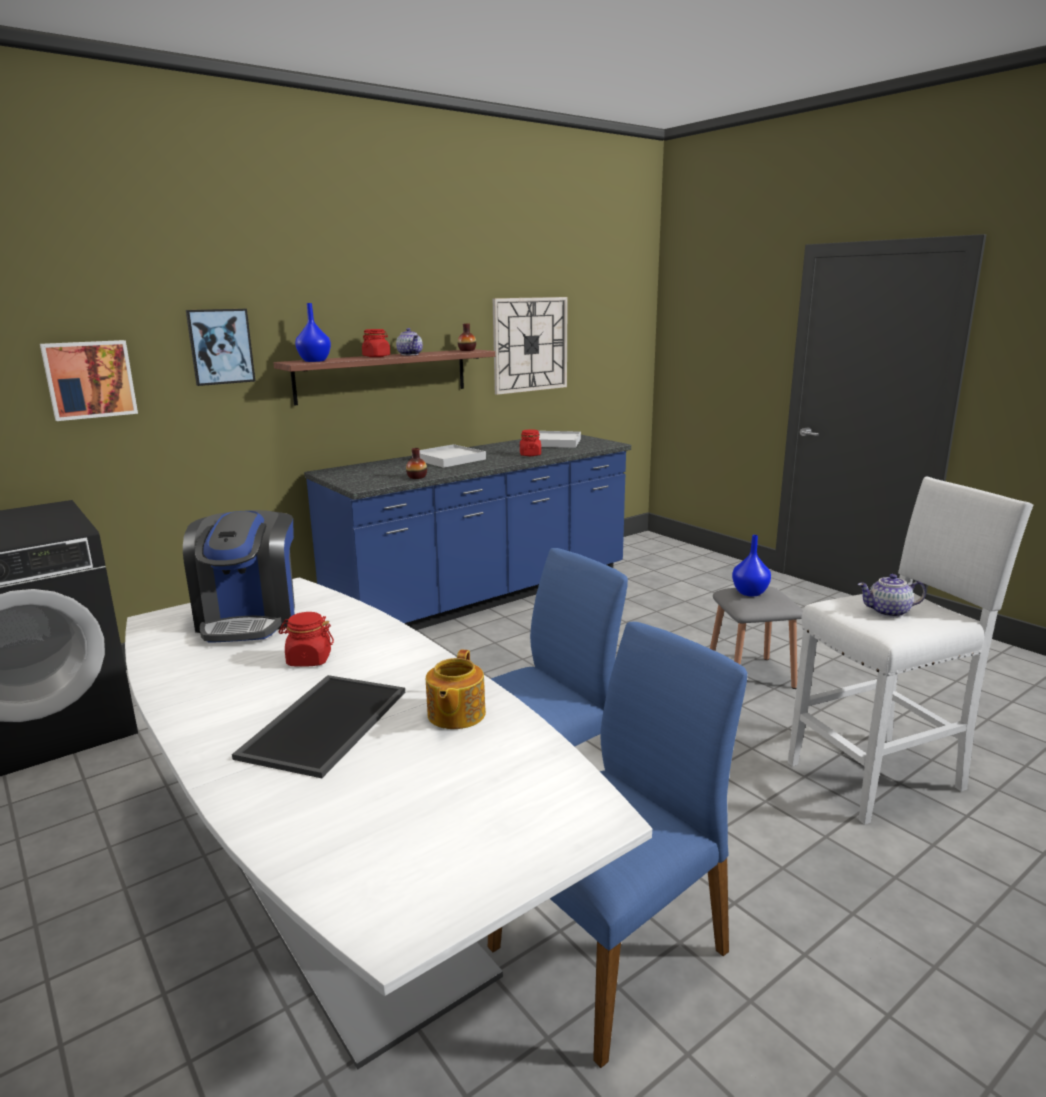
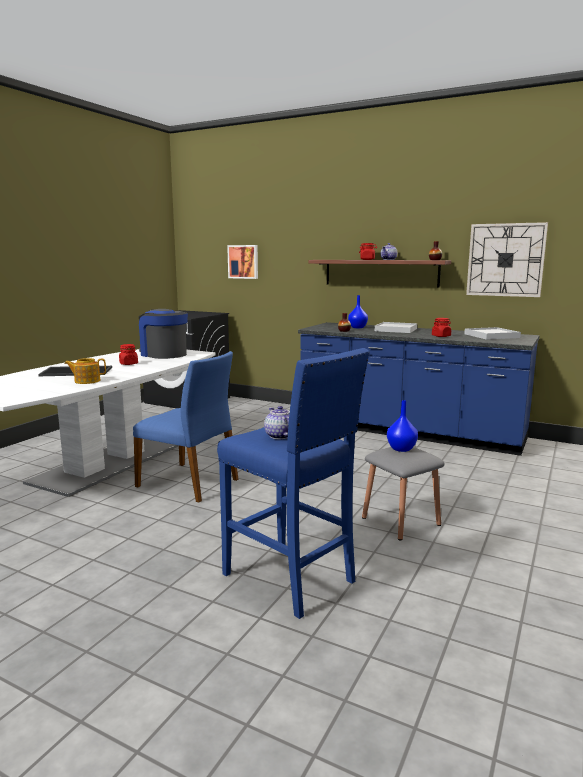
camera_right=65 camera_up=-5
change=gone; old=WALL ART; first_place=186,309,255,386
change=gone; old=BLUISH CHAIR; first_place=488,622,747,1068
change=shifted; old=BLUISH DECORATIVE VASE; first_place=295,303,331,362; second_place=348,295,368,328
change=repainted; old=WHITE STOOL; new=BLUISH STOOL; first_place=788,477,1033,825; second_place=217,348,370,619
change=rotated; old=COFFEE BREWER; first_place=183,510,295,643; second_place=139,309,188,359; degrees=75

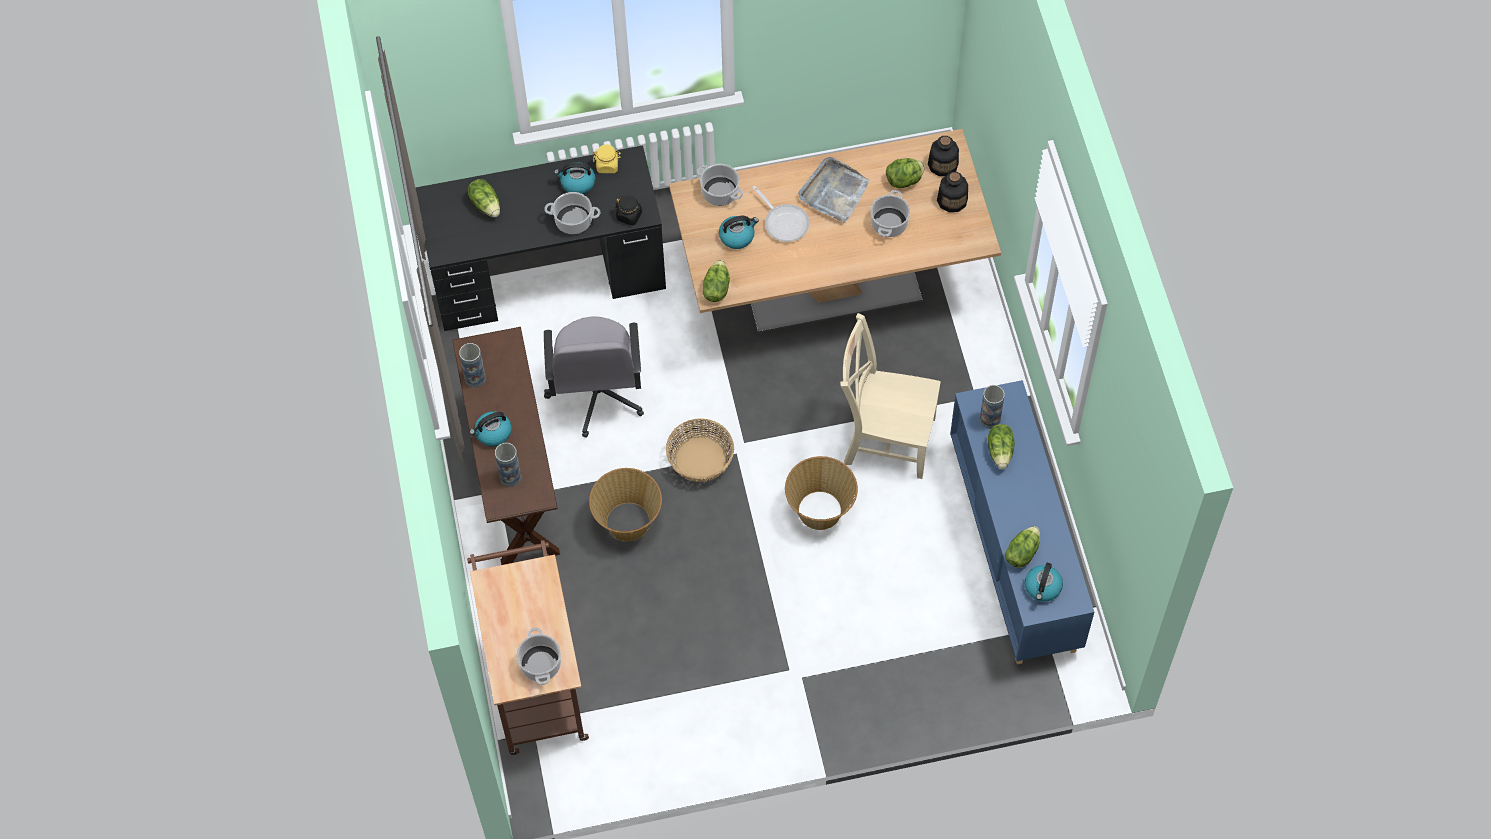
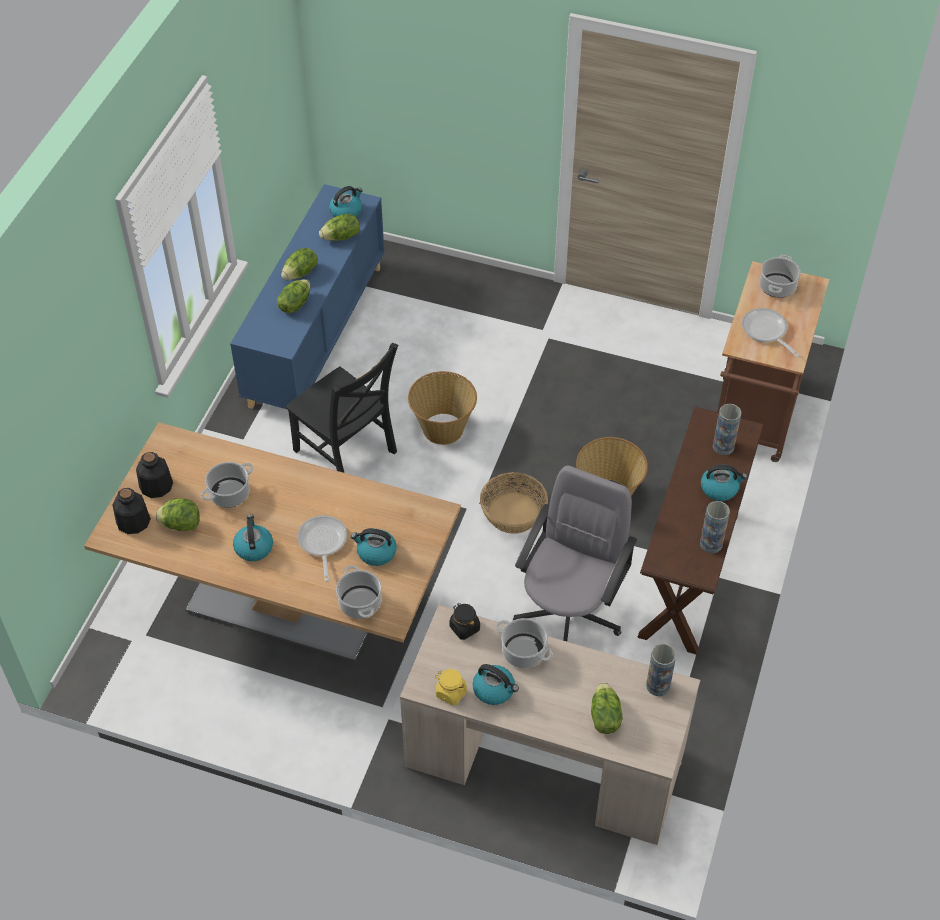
camera_right=-150 camera_up=-10
change=new; new=SKILLET; second_place=742,308,800,357
change=shifted; old=HEAD OF LETTUCE; first_place=703,260,730,302; second_place=281,248,318,280
change=shifted; old=DECORATIVE VASE; first_place=980,385,1005,429; second_place=646,644,676,696
change=swapped; old=GREYISH TRAY; new=KETTLE; first_place=798,157,870,223; second_place=233,515,273,561
change=repainted; old=BLACK-COLOURED DESK UNIT; new=BEIGE-COLOURED DESK UNIT; first_place=416,145,666,331; second_place=400,605,700,845
change=repainted; old=BEIGE-COLOURED CHAIR; new=BLACK-COLOURED CHAIR; first_place=840,313,941,479; second_place=286,342,398,473

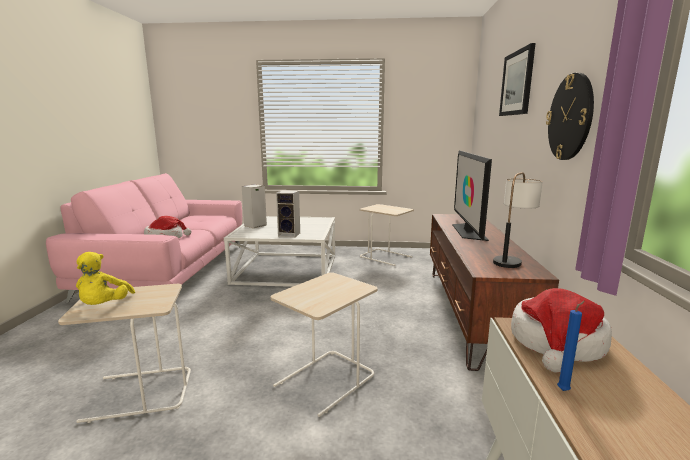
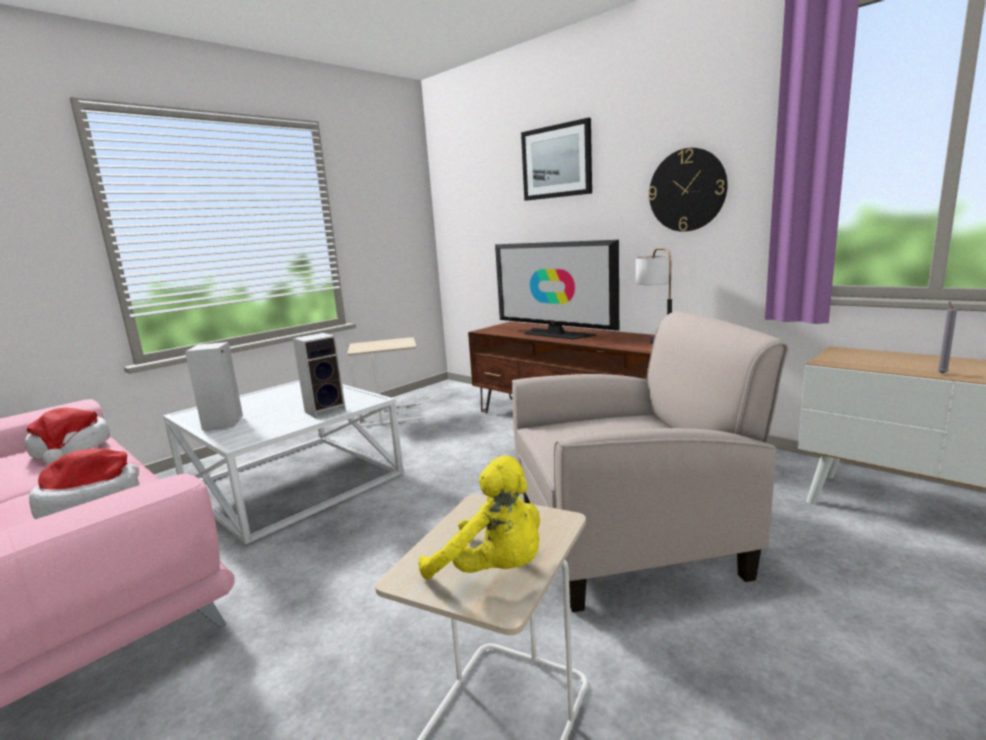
camera_right=-50 camera_up=0
change=shifted; old=CLOTHING HAT; first_place=511,288,612,373; second_place=25,408,110,465
change=swapped; old=BEIGE-COLOURED END TABLE; new=BEIGE-COLOURED ARMCHAIR; first_place=271,273,378,417; second_place=512,311,788,612
change=repainted; old=BLUISH WAX LIGHT; new=GREYISH WAX LIGHT; first_place=557,301,585,391; second_place=937,301,957,374

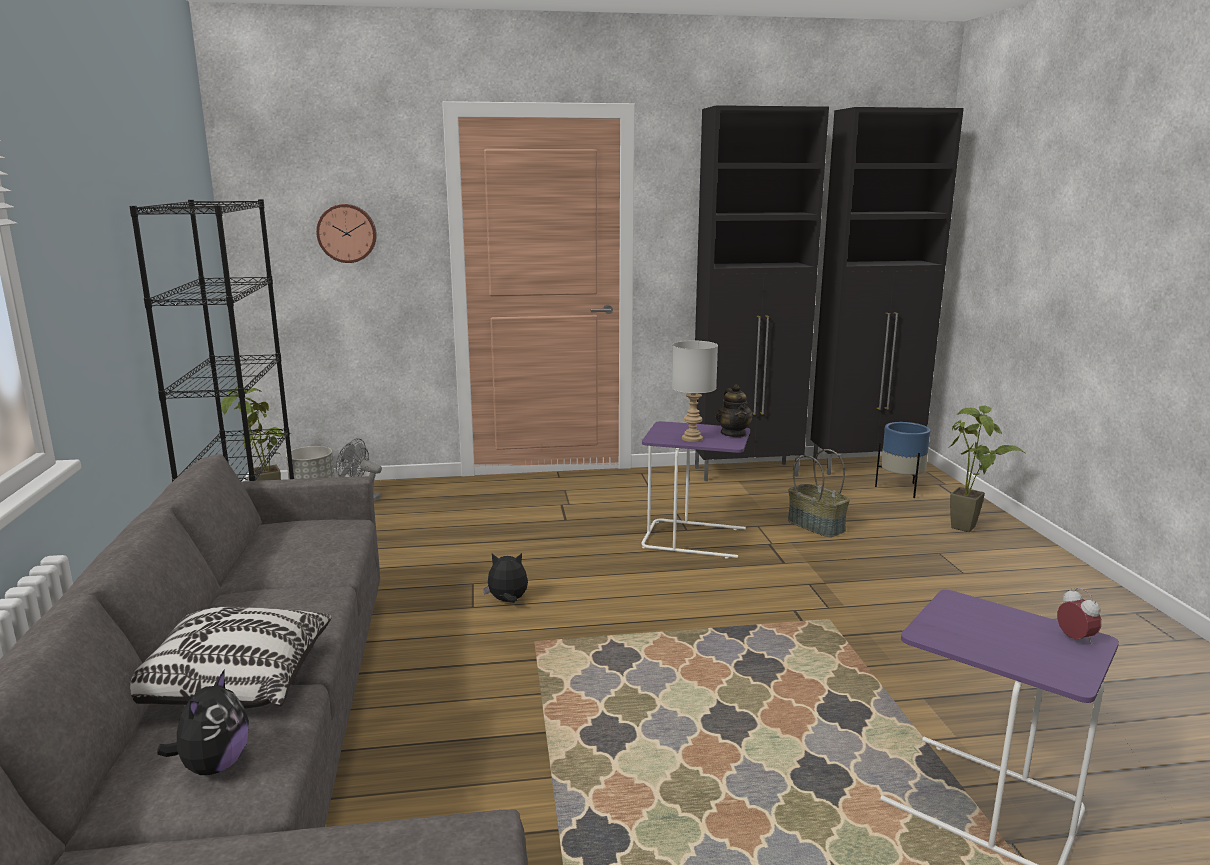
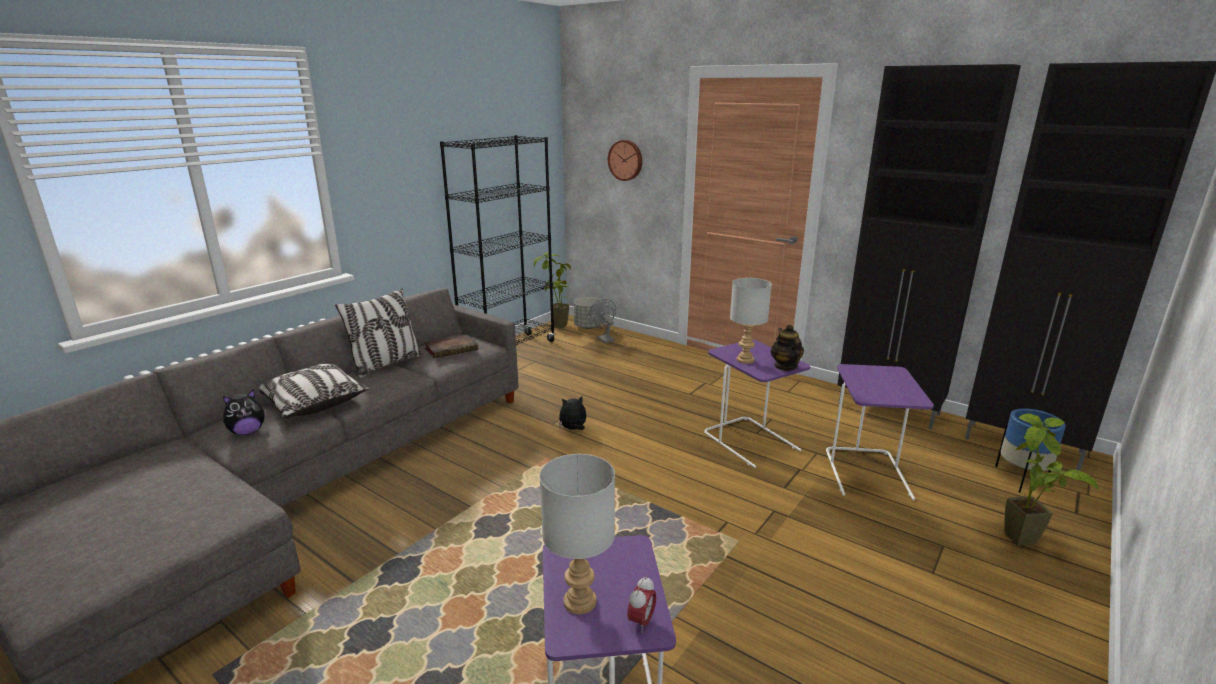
camera_right=45 camera_up=5
change=new; new=PILLOW; second_place=335,288,423,379
change=new; new=BOUND BOOK; second_place=424,335,478,358
change=new; new=GREYISH LAMP FOR A TABLE; second_place=540,454,615,614
change=swapped; old=STORAGE BASKET; new=PURPLE END TABLE; first_place=788,449,850,537; second_place=826,364,934,500
change=rotated; old=PLUSH TOY; first_place=483,553,528,603; second_place=559,396,586,430; degrees=-60
change=rotated; old=TEAPOT; first_place=716,384,753,437; second_place=771,324,804,371; degrees=135

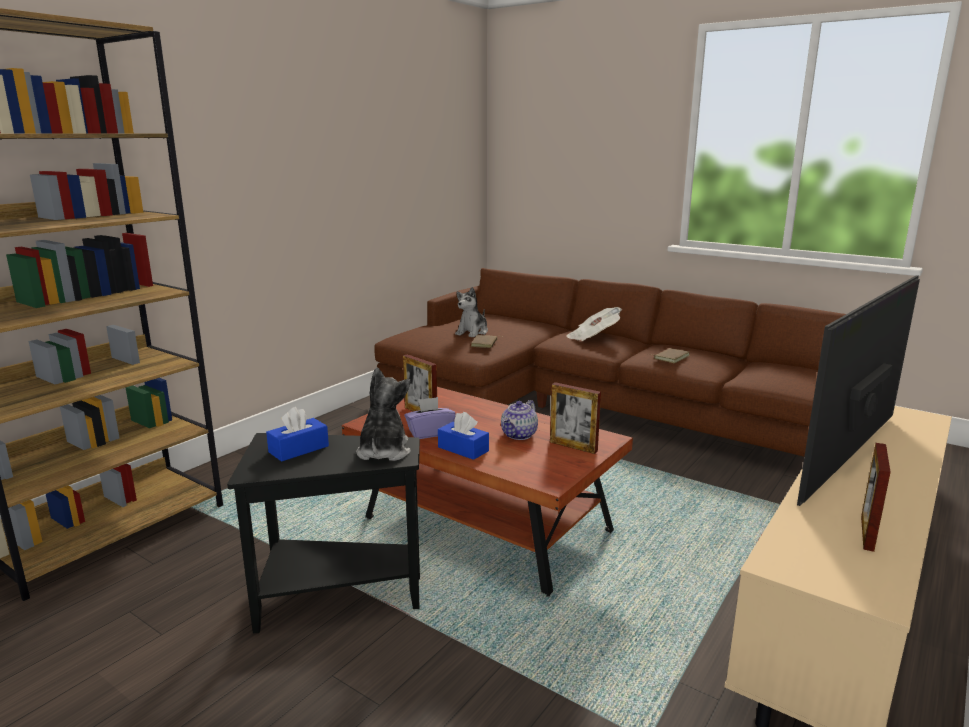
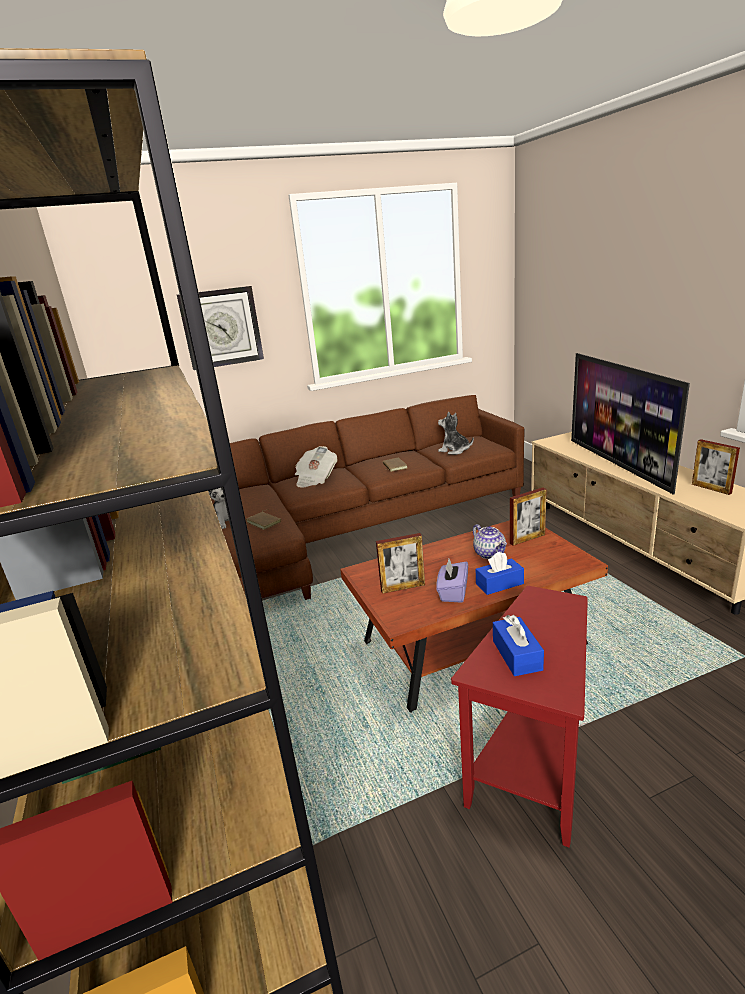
camera_right=-55 camera_up=5
change=new; new=HANGING CLOCK; second_place=177,286,264,370
change=shifted; old=PLUSH TOY; first_place=356,367,411,461; second_place=438,412,474,455
change=repainted; old=BLACK-COLOURED END TABLE; new=REDDISH END TABLE; first_place=227,433,420,633; second_place=451,586,588,848

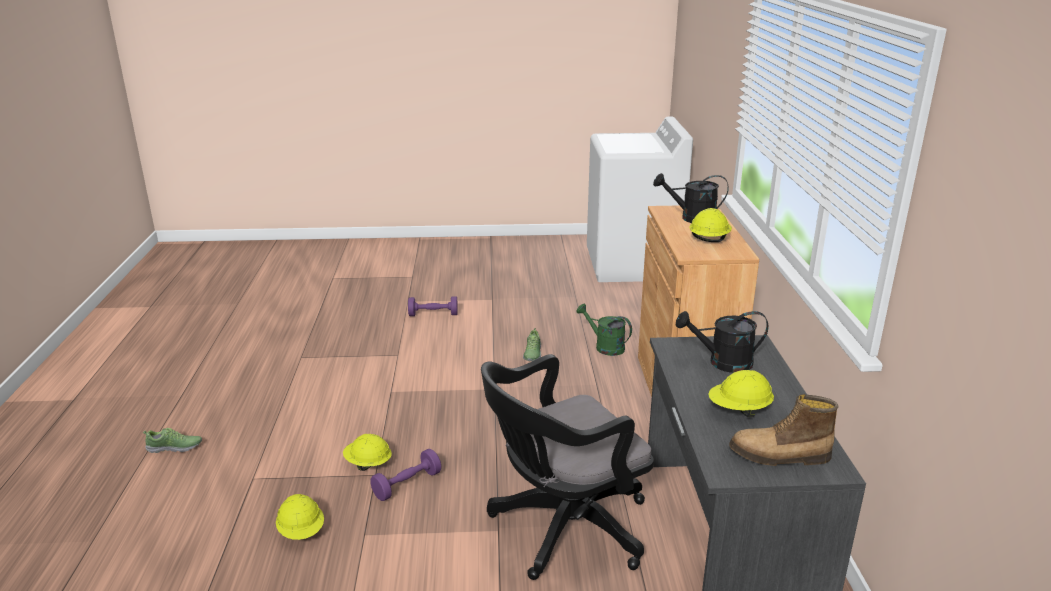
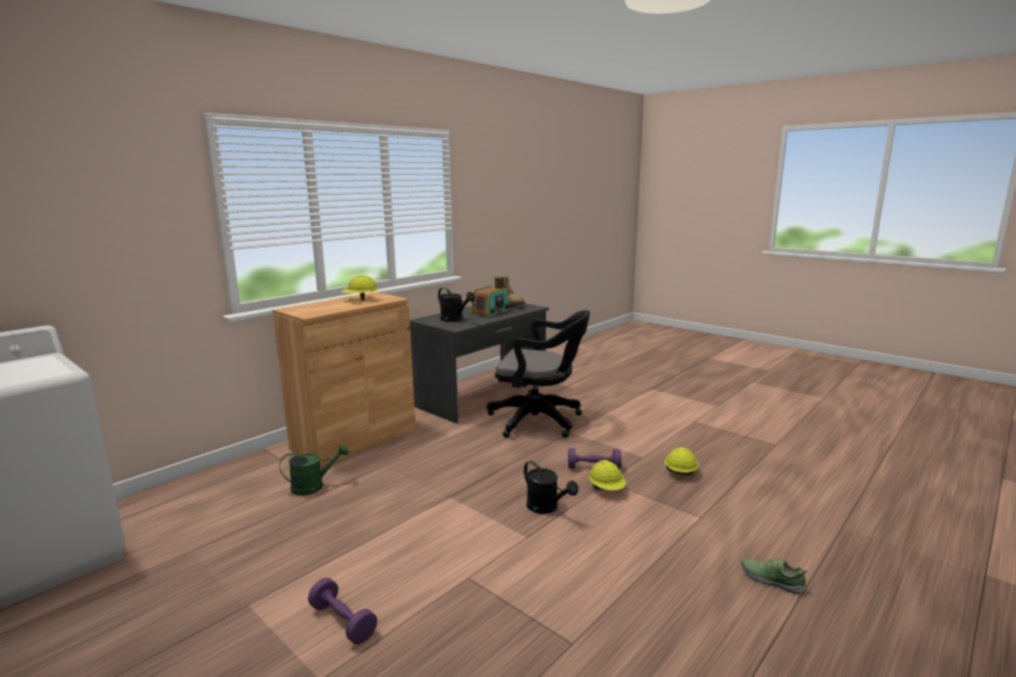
camera_right=-135 camera_up=-10
change=gone; old=LOW SHOE; first_place=523,328,541,361
change=shifted; old=BLACK-COLOURED SPRINKLING CAN; first_place=653,173,729,223; second_place=524,461,578,514
change=swapped; old=YELLOWISH SAFETY HELMET; new=RADIO SET; first_place=708,370,774,417; second_place=470,286,510,317
change=rotated; old=GREEN SPRINKLING CAN; first_place=576,304,632,356; second_place=280,444,349,496; degrees=-105

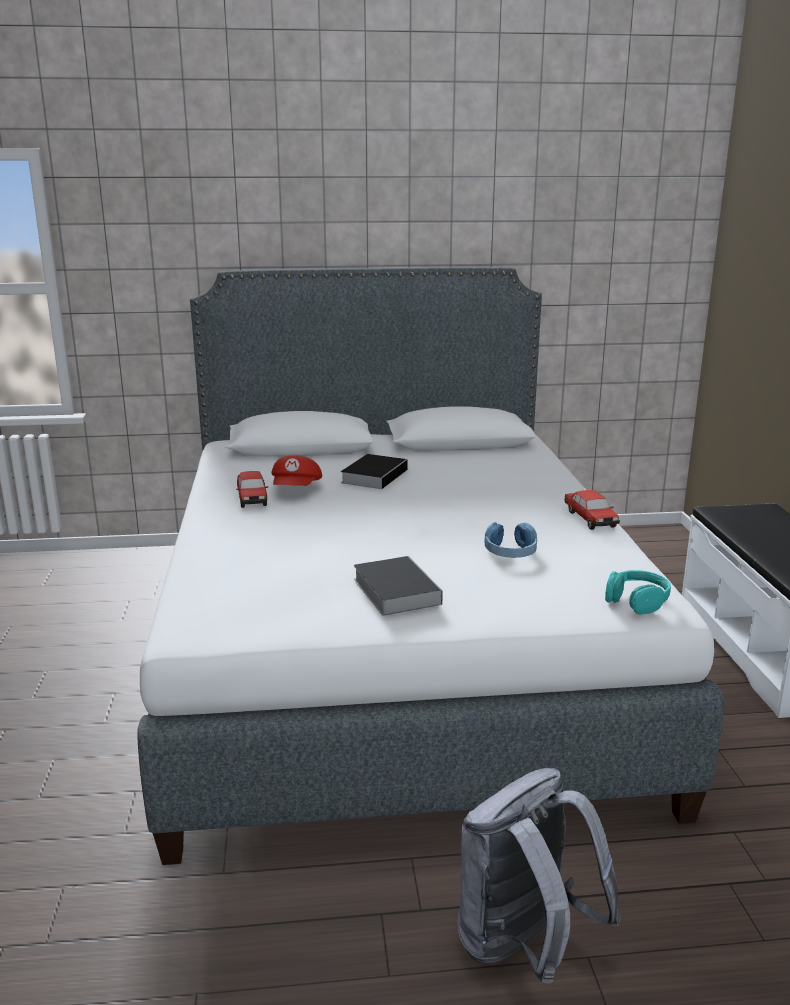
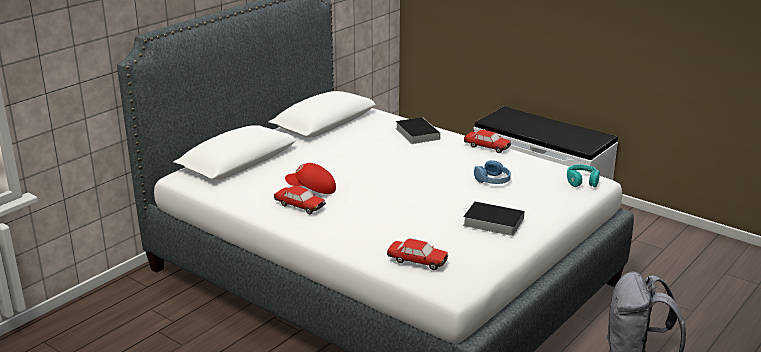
camera_right=-45 camera_up=5
change=new; new=MINIATURE CAR; second_place=387,239,448,270
change=shifted; old=BOUND BOOK; first_place=341,454,407,489; second_place=396,117,440,144
change=rotated; old=REDDISH PEAKED CAP; first_place=271,456,322,486; second_place=285,163,336,194; degrees=135

